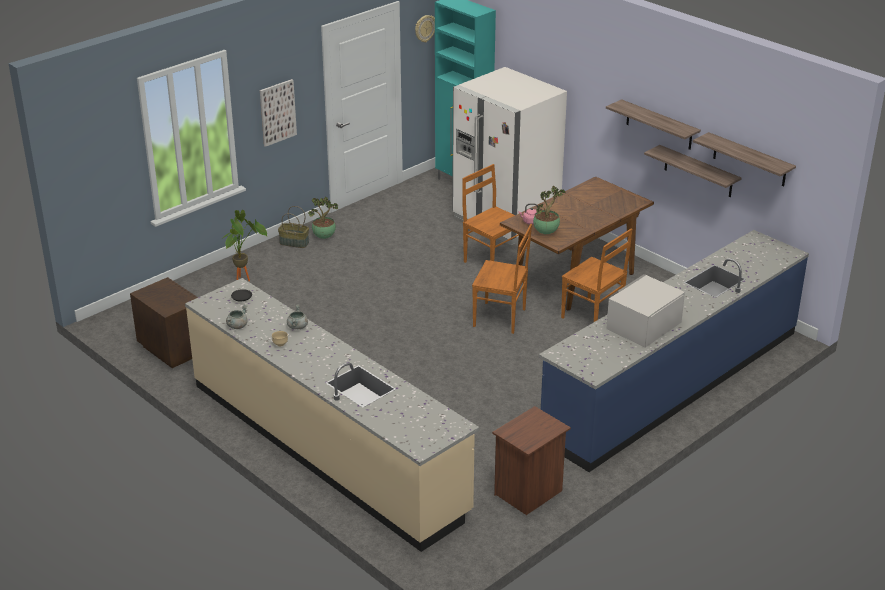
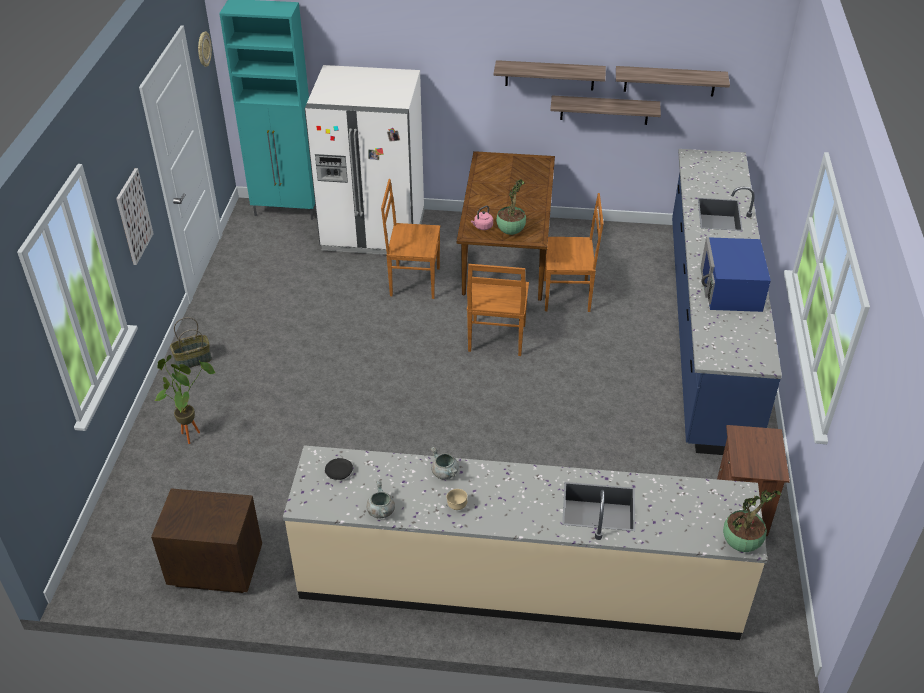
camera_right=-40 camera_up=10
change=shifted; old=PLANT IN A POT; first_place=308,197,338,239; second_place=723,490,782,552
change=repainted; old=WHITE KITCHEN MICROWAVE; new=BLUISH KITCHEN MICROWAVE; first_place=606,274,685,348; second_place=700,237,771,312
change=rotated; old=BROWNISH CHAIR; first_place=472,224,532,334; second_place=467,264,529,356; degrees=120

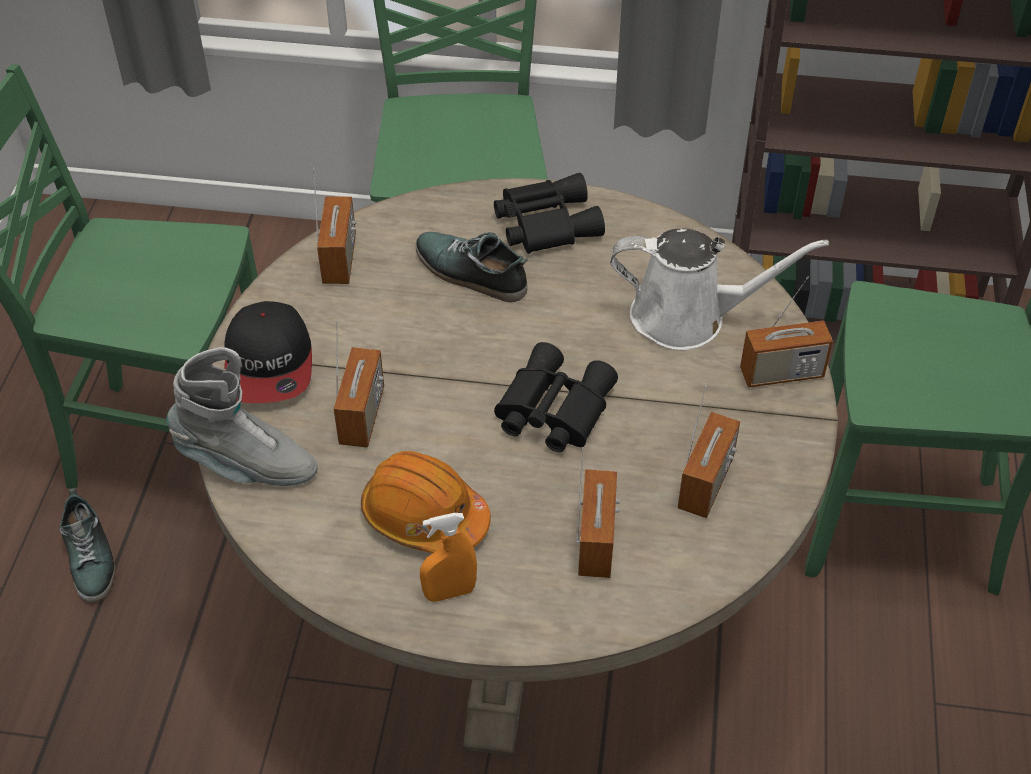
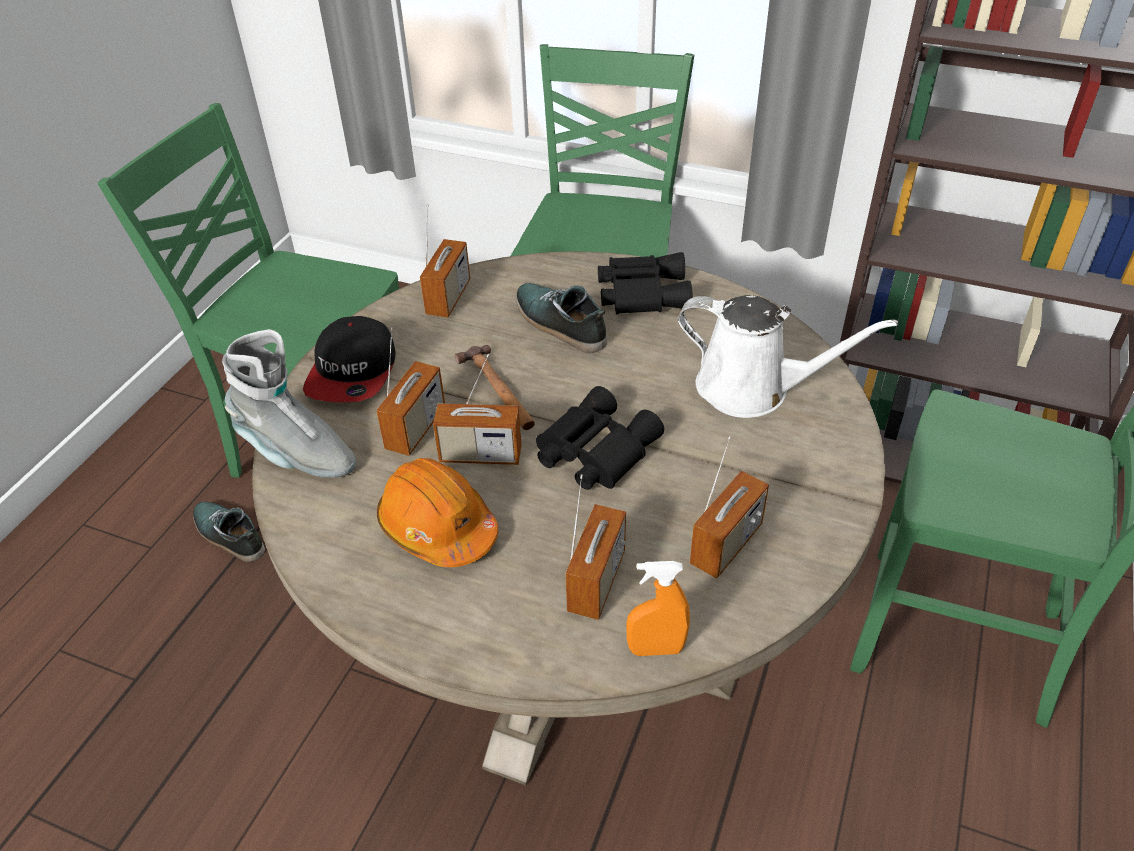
camera_right=15 camera_up=-5
change=new; new=HAMMER; second_place=455,345,535,430
change=shifted; old=ORANGE-COLOURED HAND SPRAYER; first_place=420,513,477,602; second_place=626,561,690,656
change=shifted; old=RADIO SET; first_place=740,276,833,387; second_place=433,354,521,465
change=rotated; old=LOW SHOE; first_place=59,488,115,602; second_place=193,502,265,562; degrees=135

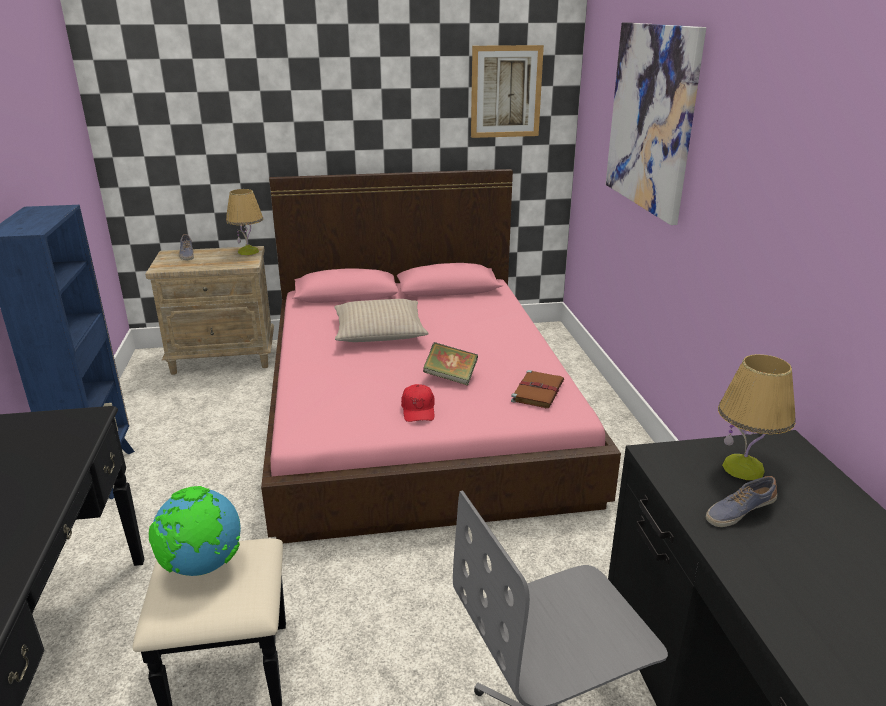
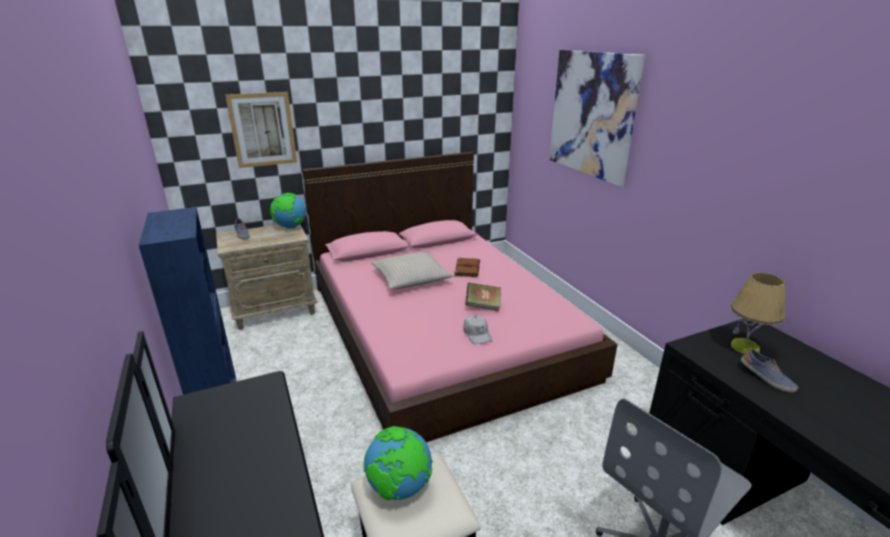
camera_right=-15 camera_up=0
change=shifted; old=WALL ART; first_place=471,45,544,138; second_place=225,92,297,168
change=shifted; old=BROWNISH BOUND BOOK; first_place=511,370,564,408; second_place=454,257,480,277
change=swapped; old=LAMP FOR A TABLE; new=DESK GLOBE; first_place=226,189,263,255; second_place=270,193,306,229
change=repainted; old=REDDISH PEAKED CAP; new=WHITE PEAKED CAP; first_place=401,384,435,422; second_place=464,315,492,344
change=rotated; old=LOW SHOE; first_place=706,476,777,527; second_place=741,348,798,393; degrees=-90

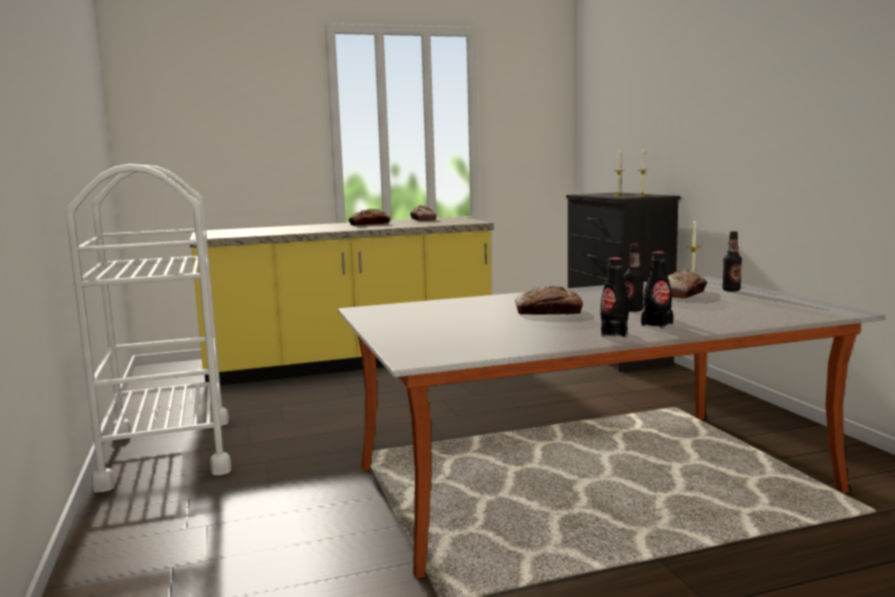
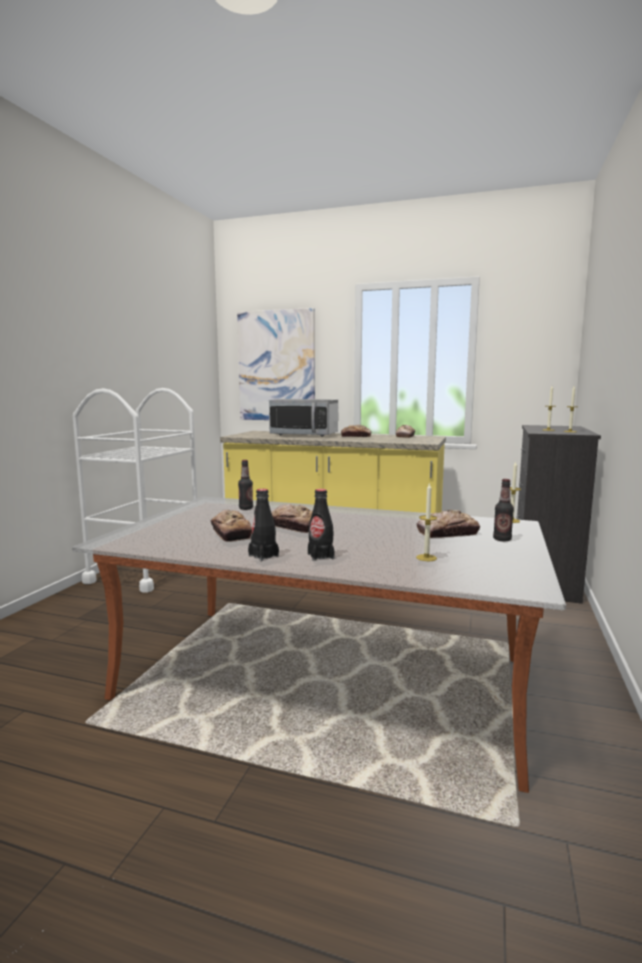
camera_right=35 camera_up=0
change=new; new=BAKERY BREAD; second_place=210,509,252,542
change=new; new=WALL ART; second_place=237,308,315,420
change=new; new=KITCHEN MICROWAVE; second_place=269,399,338,437
change=new; new=WAX LIGHT; second_place=416,482,437,561
change=shifted; old=BEVERAGE BOTTLE; first_place=624,244,644,312; second_place=238,460,253,510

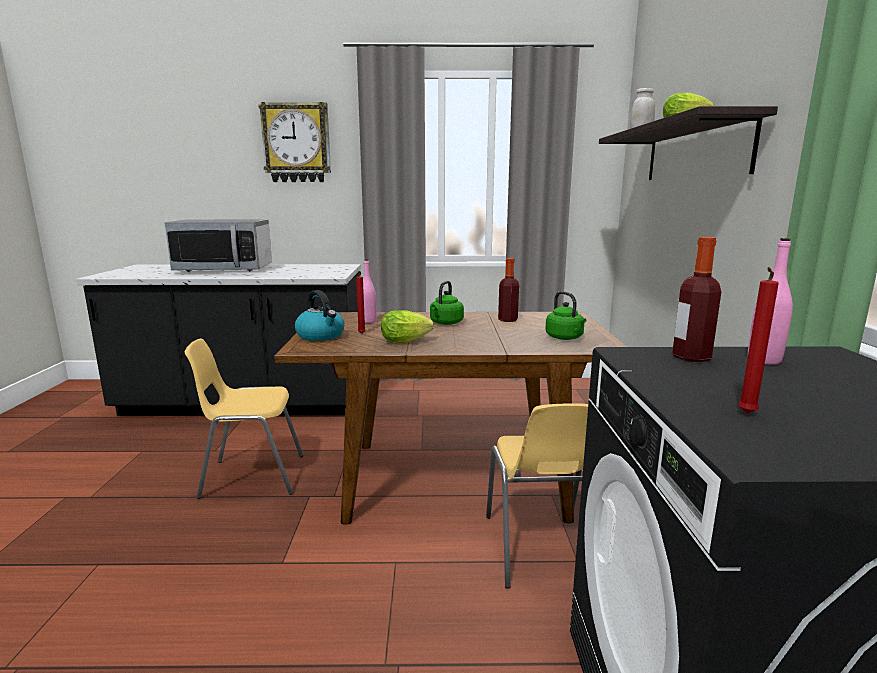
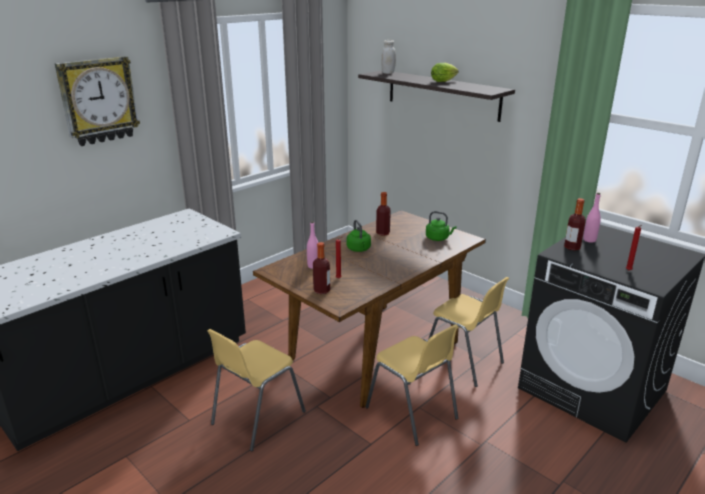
camera_right=-45 camera_up=10
change=gone; old=KITCHEN MICROWAVE; first_place=164,219,272,272
change=gone; old=HEAD OF LETTUCE; first_place=381,310,434,343
change=new; new=YELLOWISH CHAIR; second_place=365,324,458,446
change=swapped; old=KETTLE; new=BEVERAGE BOTTLE; first_place=295,290,345,341; second_place=313,242,330,294

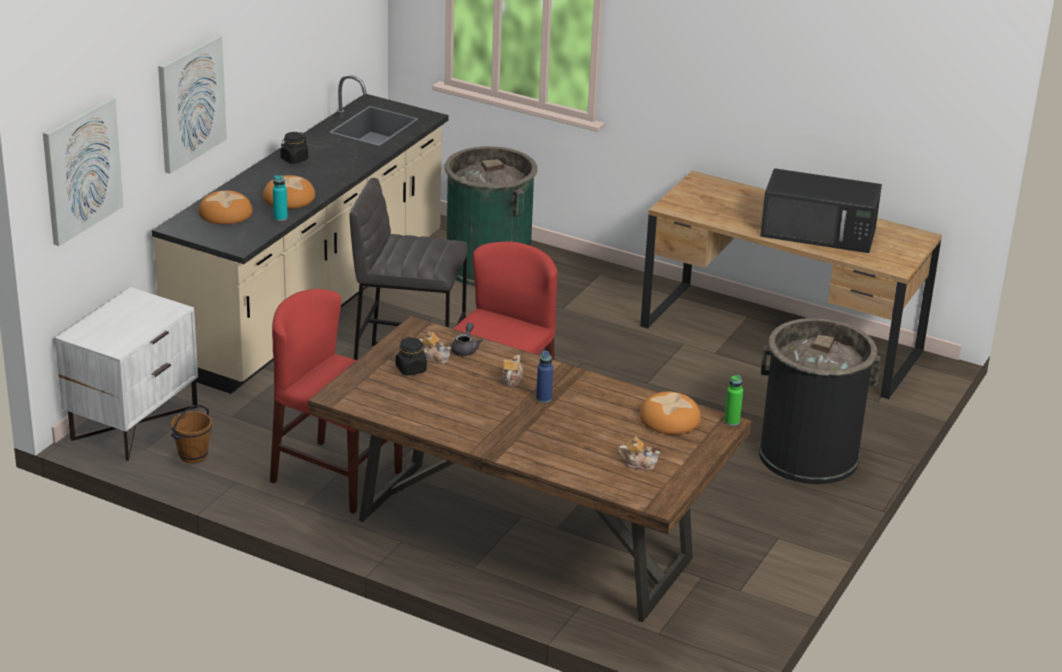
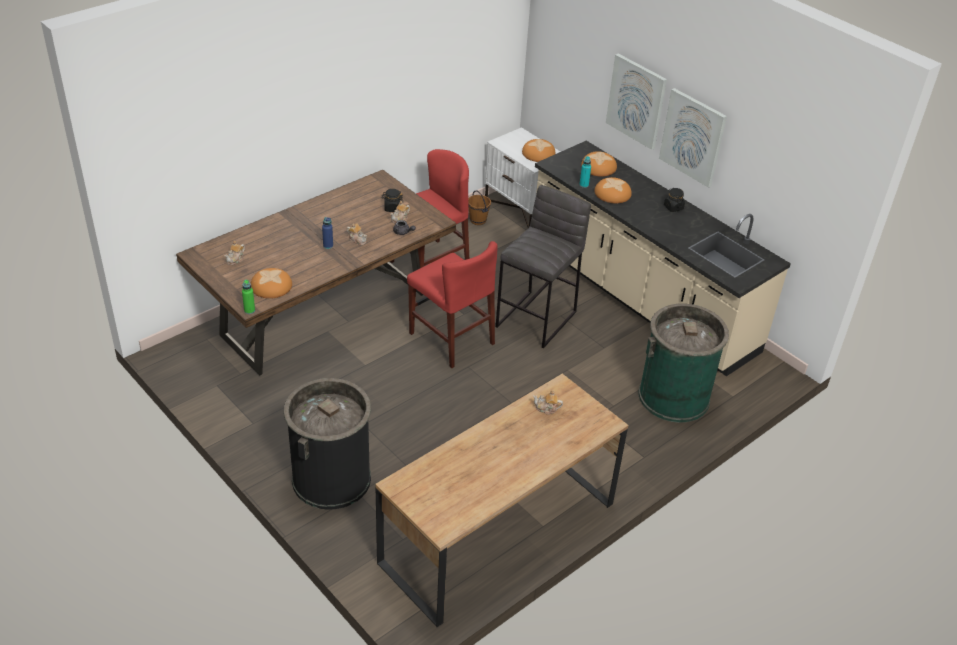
camera_right=110 camera_up=10
change=gone; old=BLACK-COLOURED KITCHEN MICROWAVE; first_place=760,168,882,253
change=new; new=BAKERY BREAD; second_place=522,139,555,162
change=new; new=TEAPOT; second_place=533,390,563,415
change=shifted; old=WALL ART; first_place=43,97,124,246; second_place=659,88,727,188

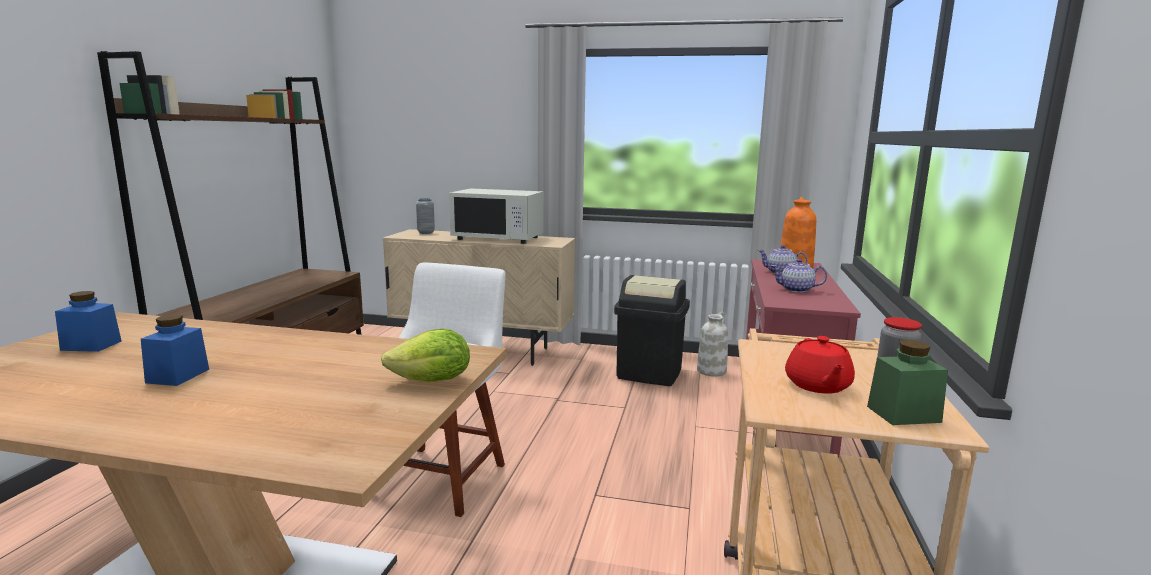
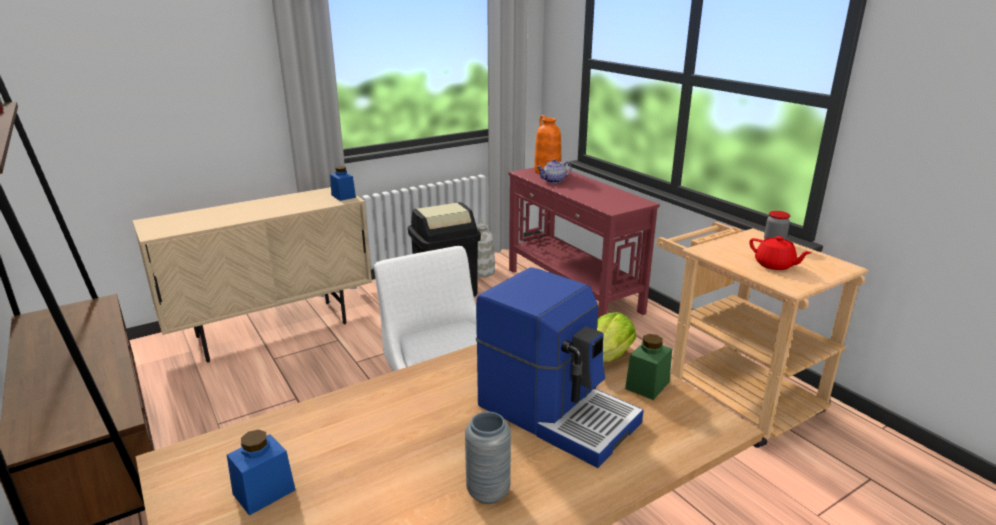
camera_right=-45 camera_up=10
change=gone; old=WHITE KITCHEN MICROWAVE; first_place=449,188,544,244
change=gone; old=TEAPOT; first_place=771,259,827,293
change=new; new=COFFEE BREWER; second_place=476,267,643,468
change=shifted; old=BLUISH STORAGE JAR; first_place=141,314,209,386; second_place=330,166,356,201
change=shifted; old=GREYISH DECORATIVE VASE; first_place=416,198,435,234; second_place=465,412,511,504
change=shifted; old=GREEN STORAGE JAR; first_place=867,340,948,425; second_place=625,334,672,400

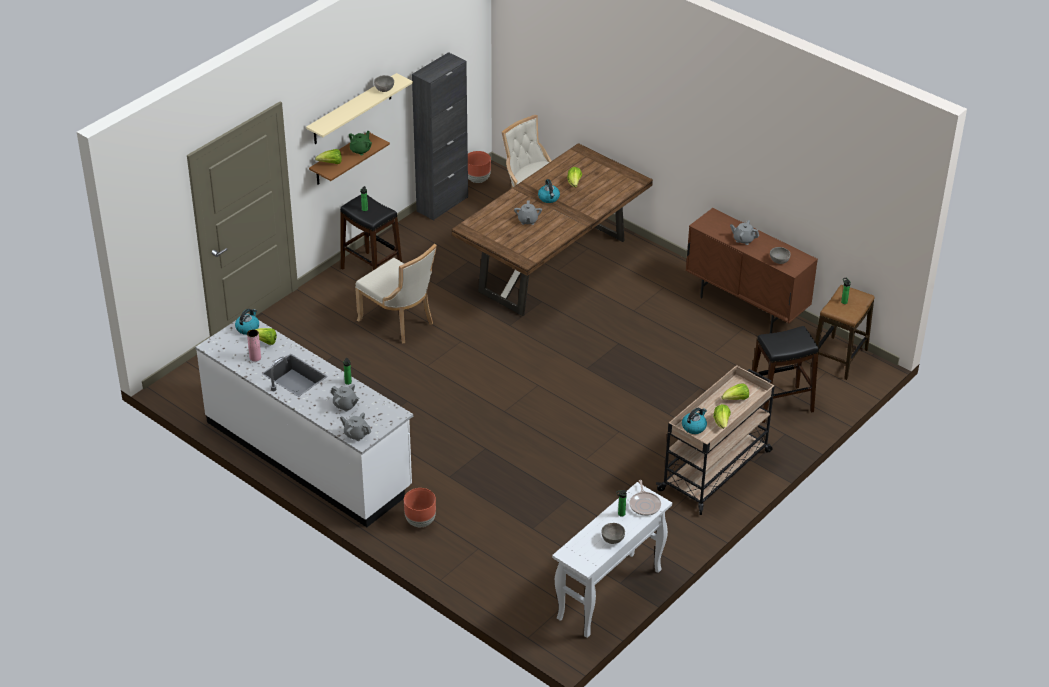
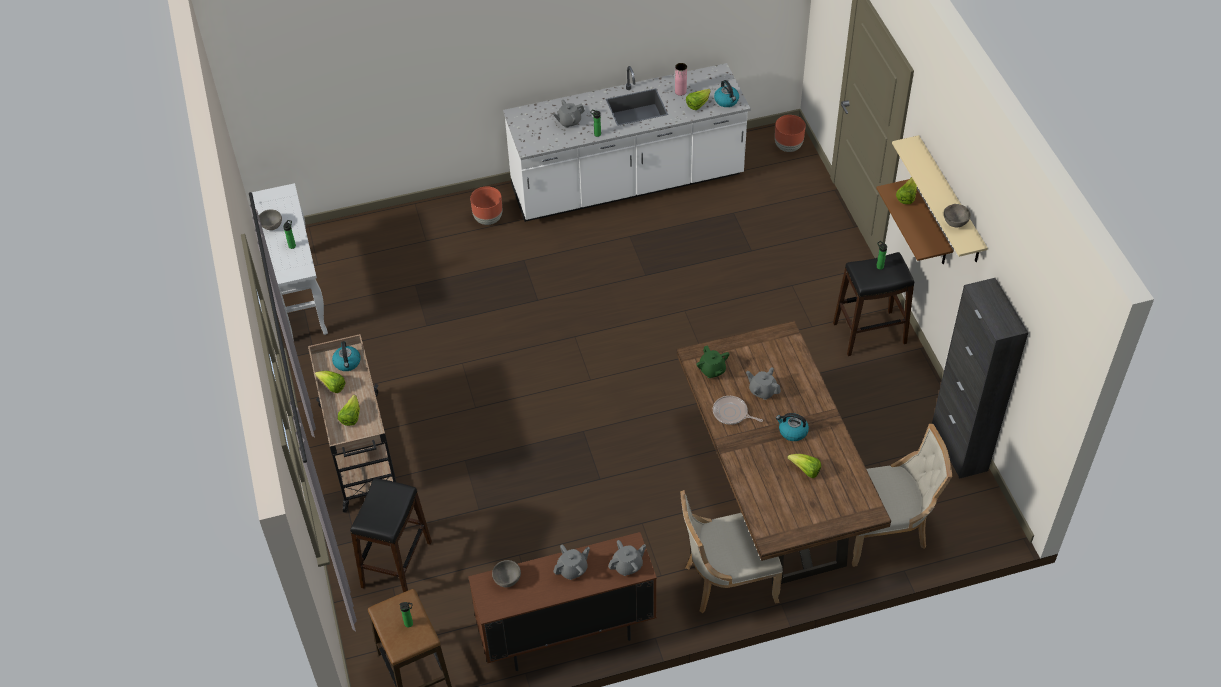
camera_right=125 camera_up=10
change=shifted; old=GREYISH TEAPOT; first_place=340,412,371,441; second_place=608,540,646,576
change=shifted; old=GREEN TEAPOT; first_place=349,131,372,155; second_place=696,345,729,378
change=shifted; old=BEIGE-COLOURED CHAIR; first_place=355,244,437,344; second_place=680,490,783,613
change=shifted; old=BROWNISH PLANT POT; first_place=468,151,491,183; second_place=775,115,806,152
change=shifted; old=SKILLET; first_place=630,480,661,516; second_place=713,396,763,425

